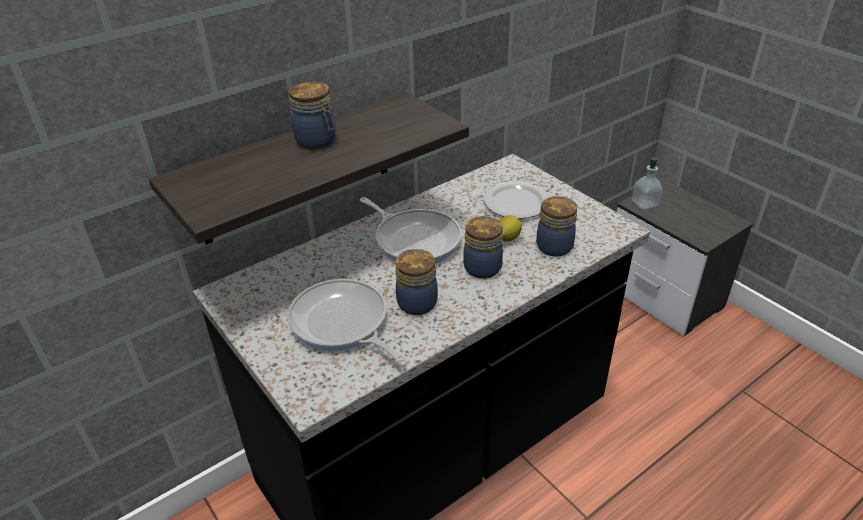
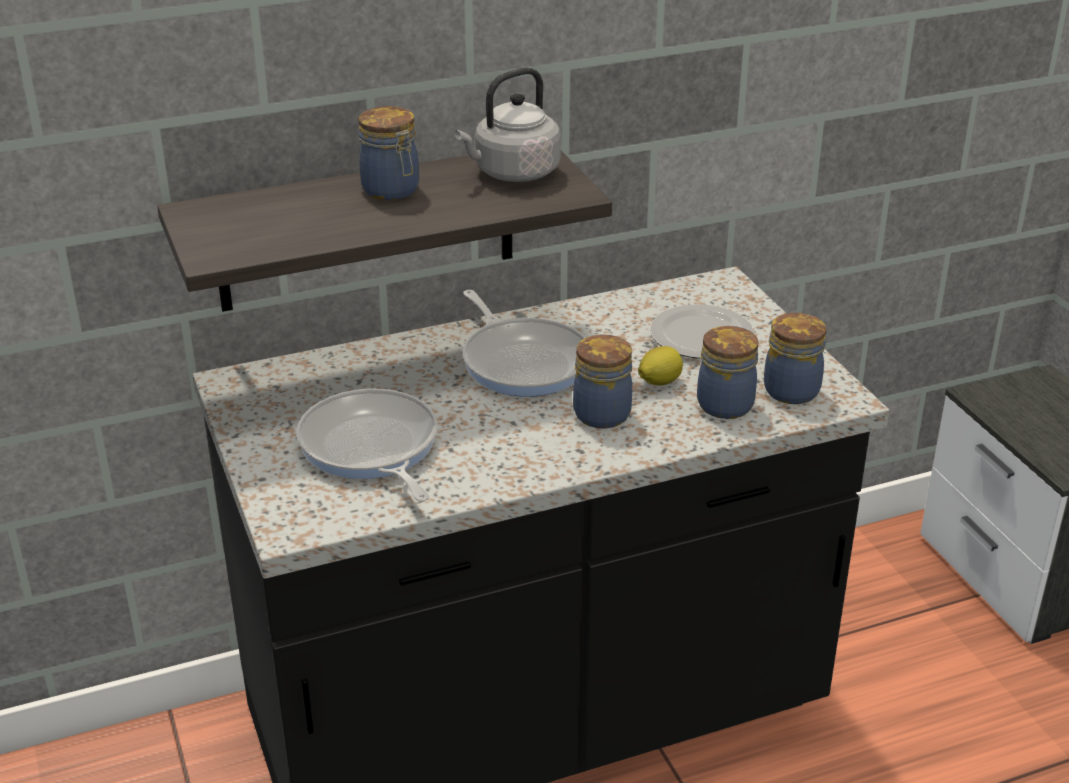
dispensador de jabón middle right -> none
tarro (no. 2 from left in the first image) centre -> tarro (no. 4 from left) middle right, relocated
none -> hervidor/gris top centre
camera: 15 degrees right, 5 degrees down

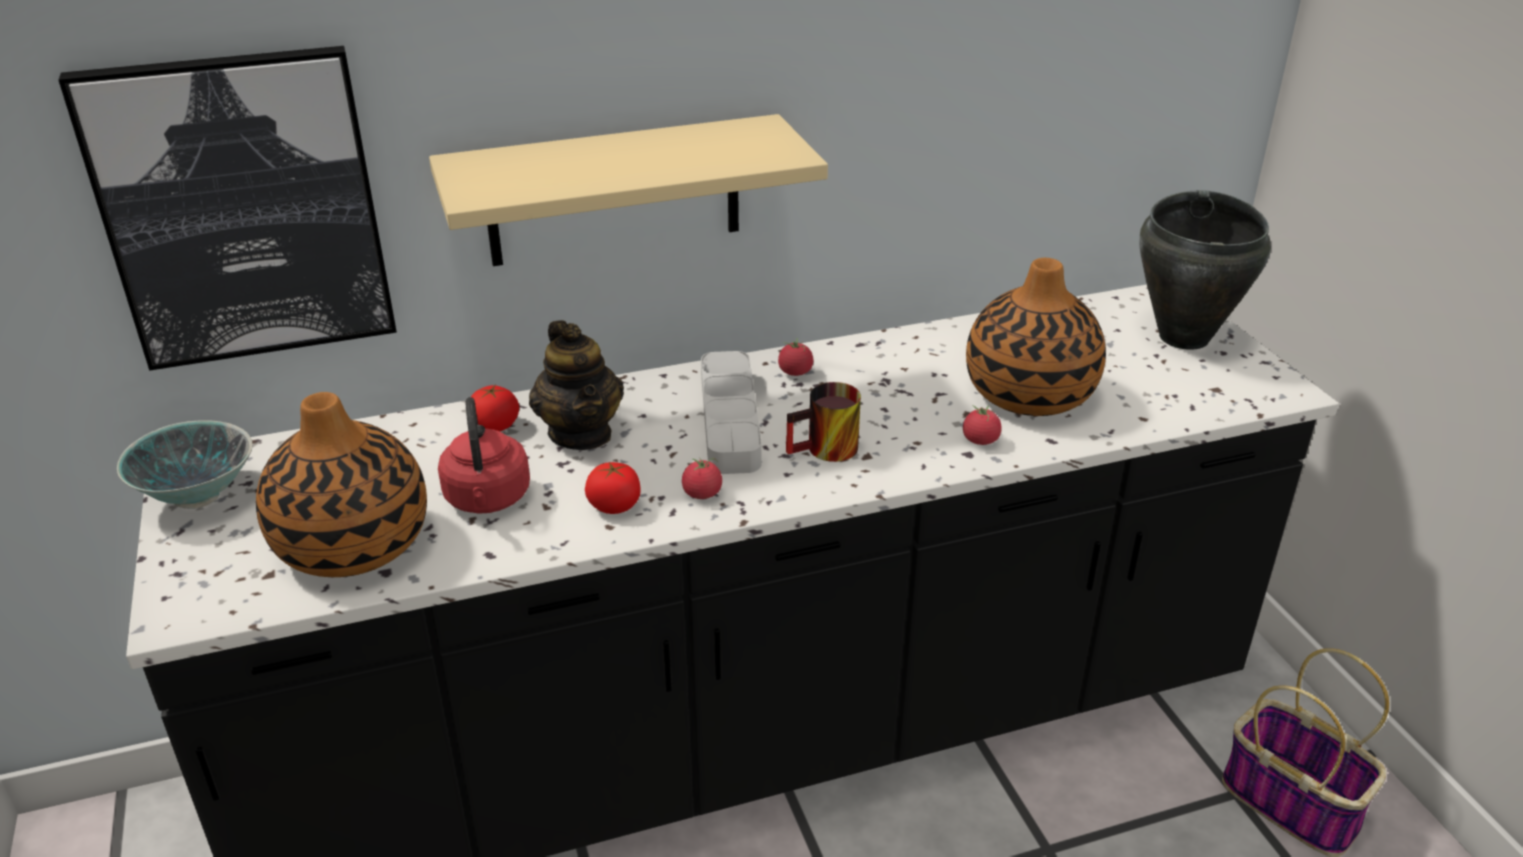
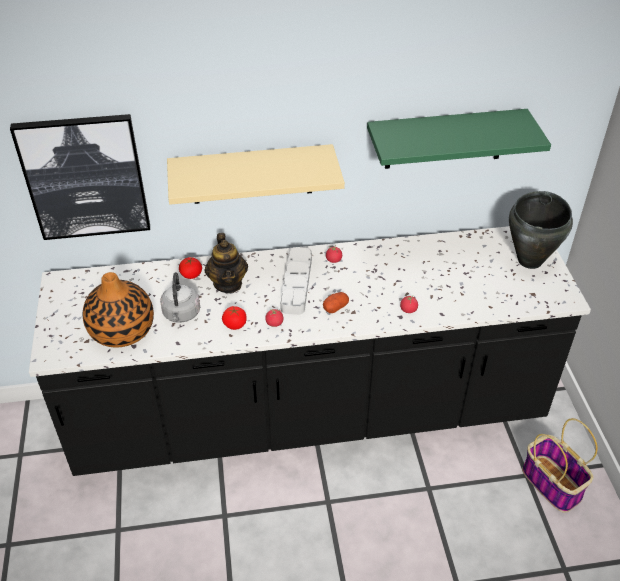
florero (no. 2 from left) middle right -> none
taza grande centre -> patata centre
hervidor/rojo middle left -> hervidor/gris middle left
cuenco middle left -> none
none -> estante/verde top right
camera: 10 degrees right, 10 degrees up

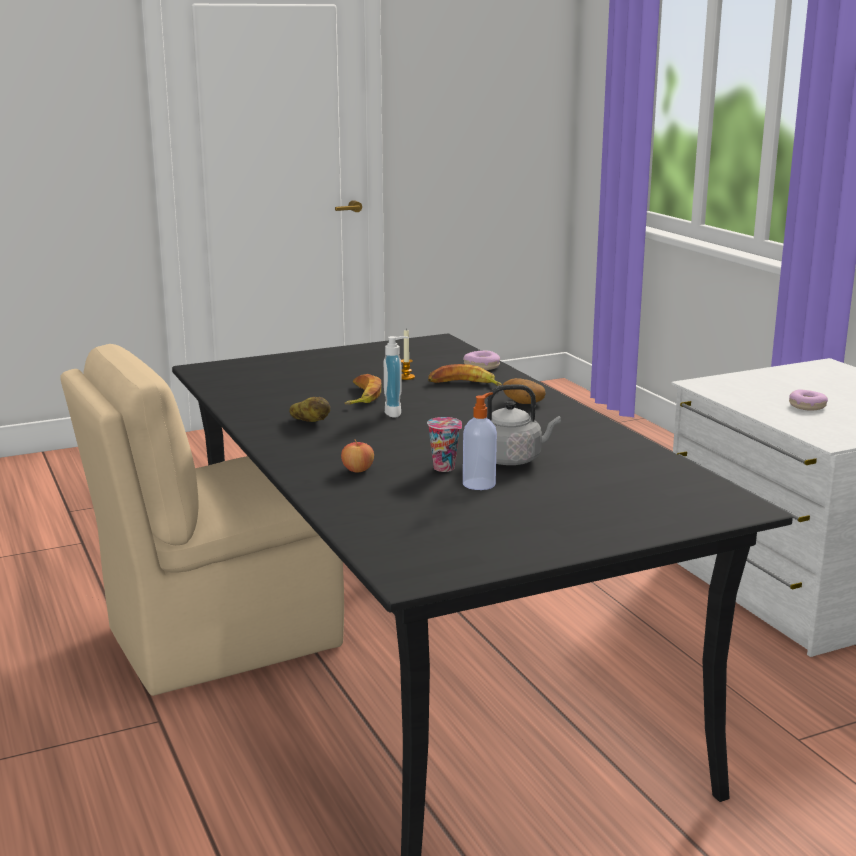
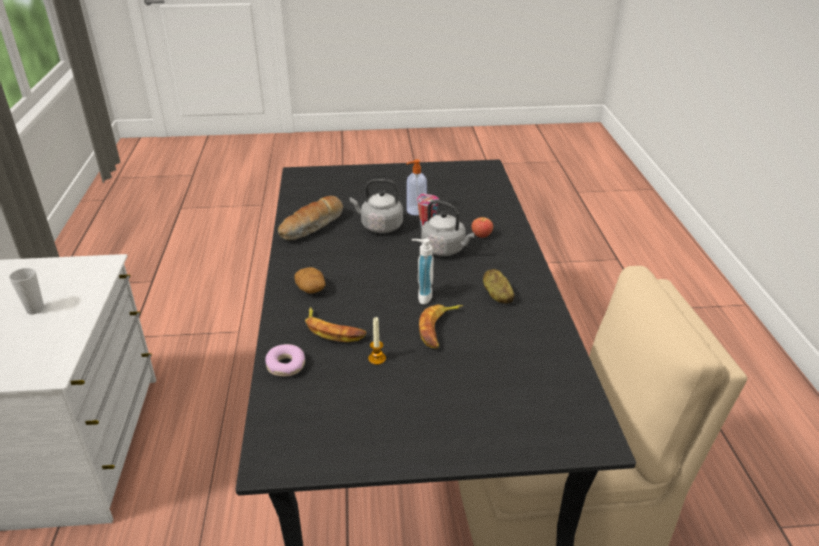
rosquilla (no. 2 from left) middle right -> taza (no. 1 from left) middle left
none -> pan centre
none -> hervidor/gris (no. 2 from left) centre
camera: 160 degrees left, 15 degrees up

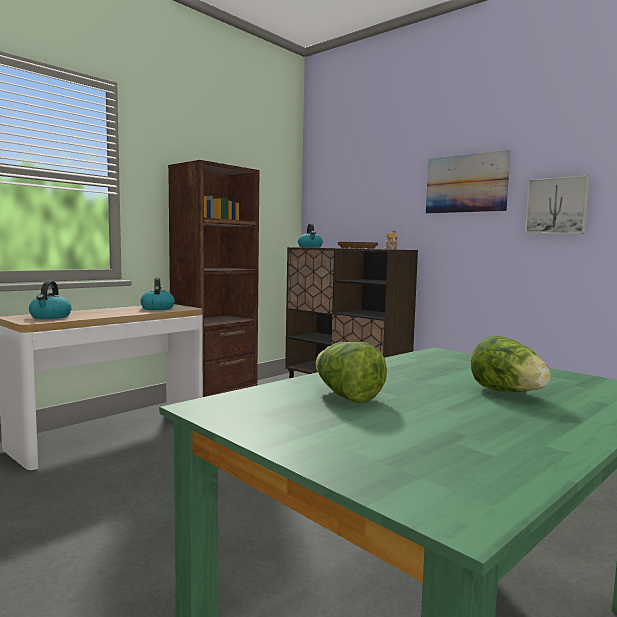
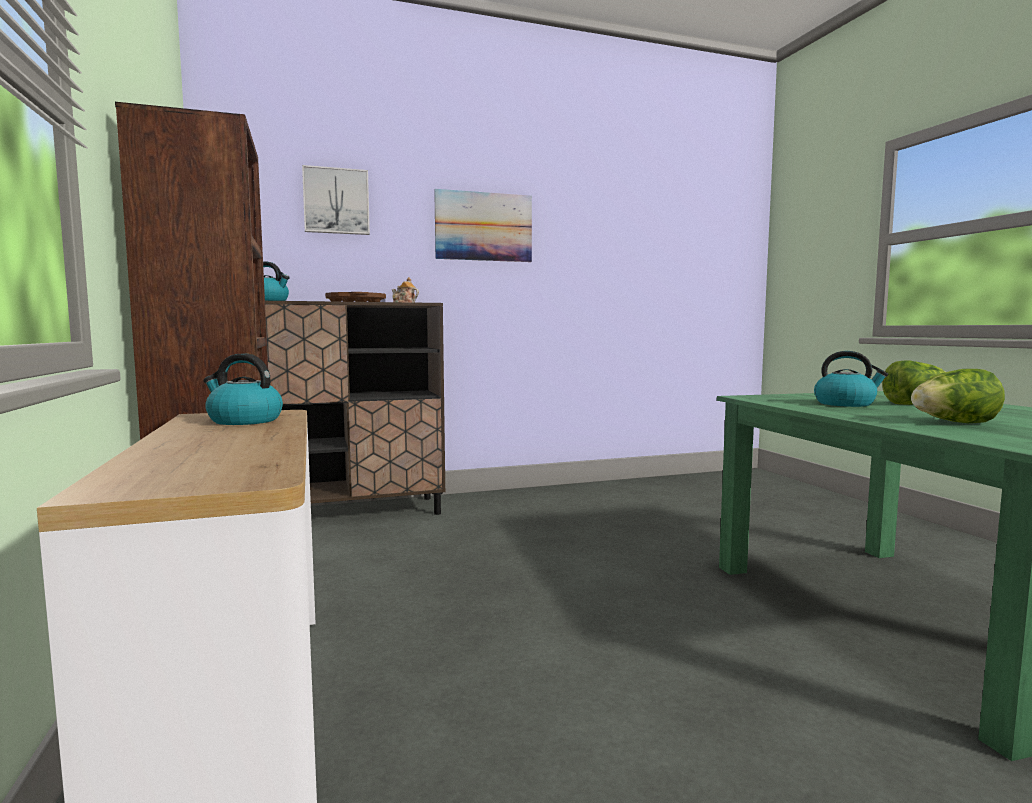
cuadro (no. 2 from left in the first image) top right -> cuadro (no. 1 from left) top left, relocated
hervidor (no. 1 from left in the first image) middle left -> hervidor (no. 3 from left) middle right, relocated
camera: 60 degrees left, 0 degrees up

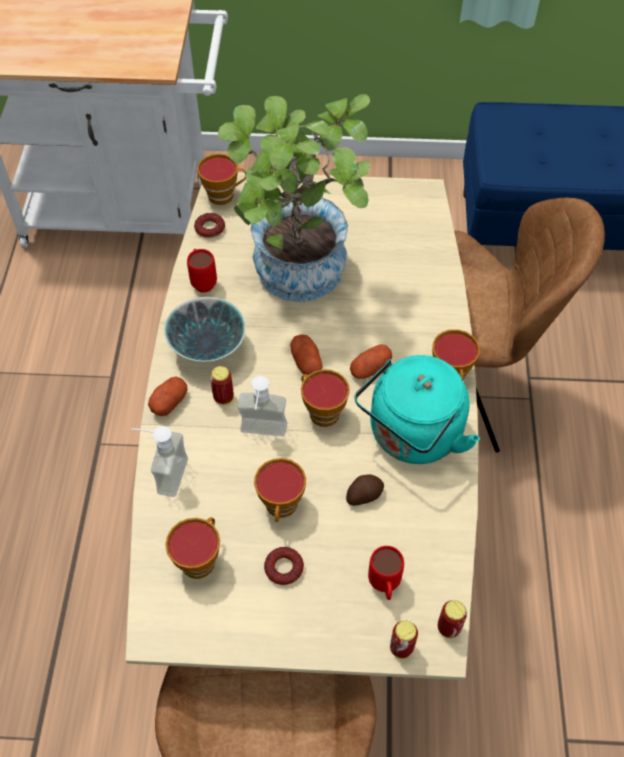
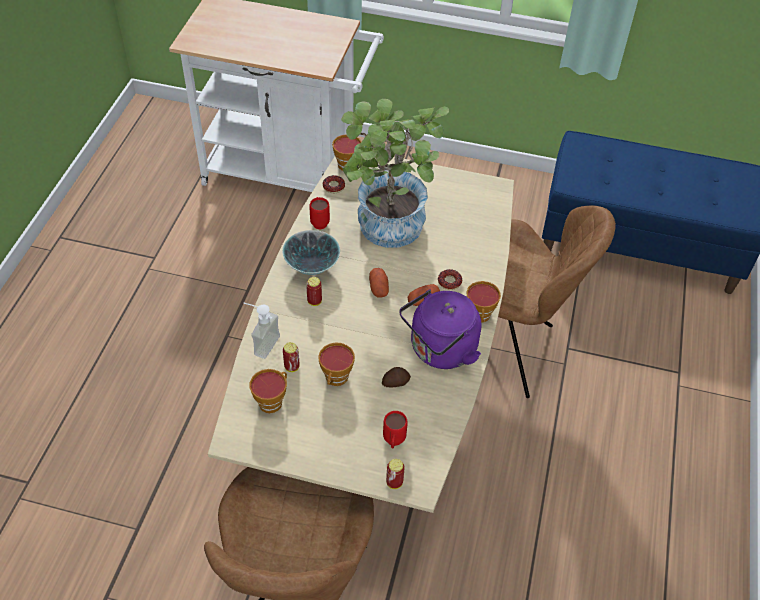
hervidor/turquesa middle right -> hervidor/morado centre
taza (no. 4 from left) centre -> none
dispensador de jabón (no. 2 from left) centre -> none
patata (no. 1 from left) middle left -> none
rosquilla (no. 2 from left) bottom centre -> rosquilla (no. 2 from left) centre, relocated
lata (no. 3 from left in the first image) bottom right -> lata (no. 1 from left) centre, relocated
camera: 10 degrees right, 5 degrees down

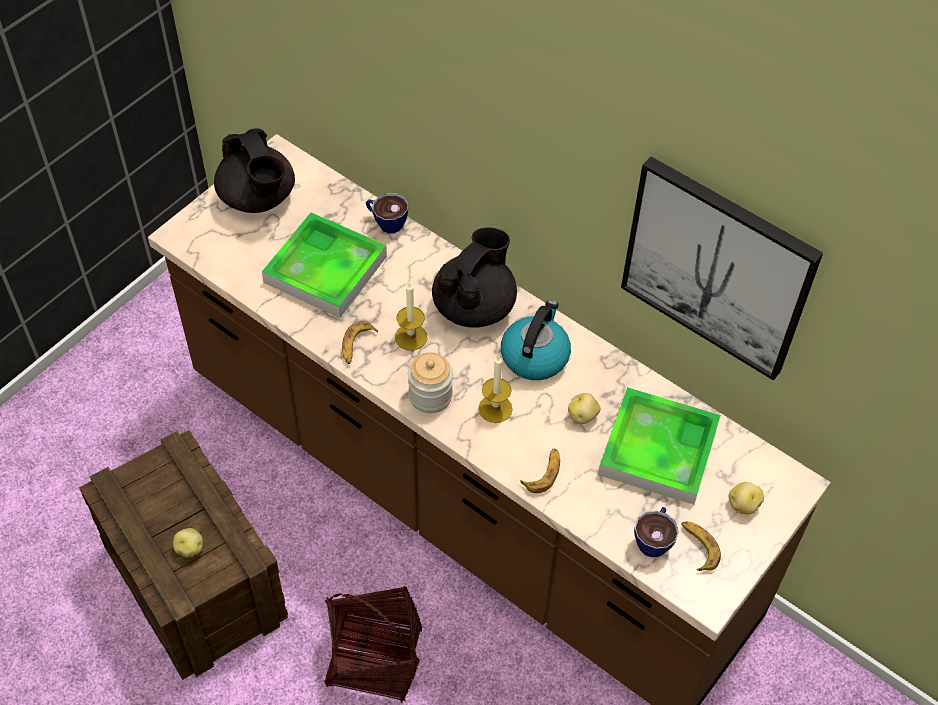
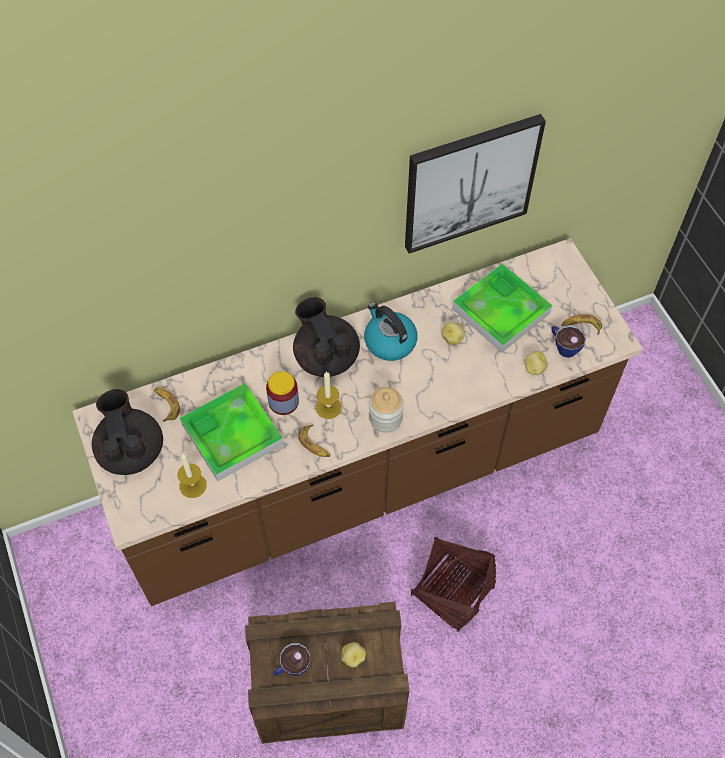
tetera/negro (no. 1 from left) top left -> tetera/negro (no. 1 from left) middle left, 105 degrees counterclockwise
taza (no. 1 from left) top centre -> taza (no. 1 from left) bottom centre, relocated
vela (no. 2 from left in the first image) centre -> vela (no. 1 from left) middle left, relocated
plátano (no. 2 from left in the first image) bottom centre -> plátano (no. 1 from left) middle left, relocated
patata (no. 3 from left) bottom right -> patata (no. 3 from left) middle right, relocated
none -> tarro (no. 1 from left) centre
camera: 60 degrees left, 5 degrees up

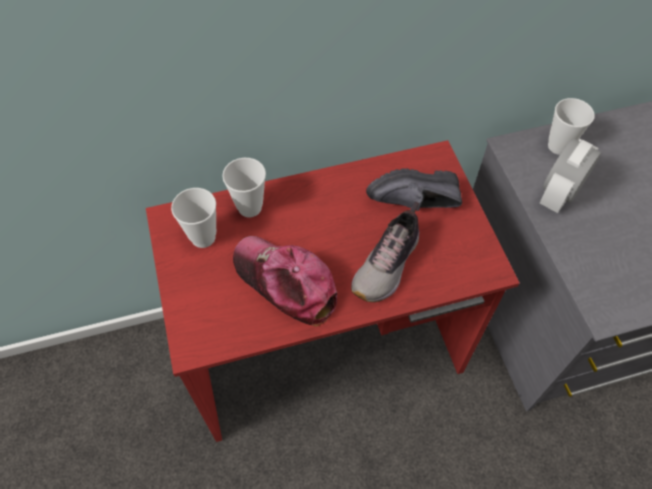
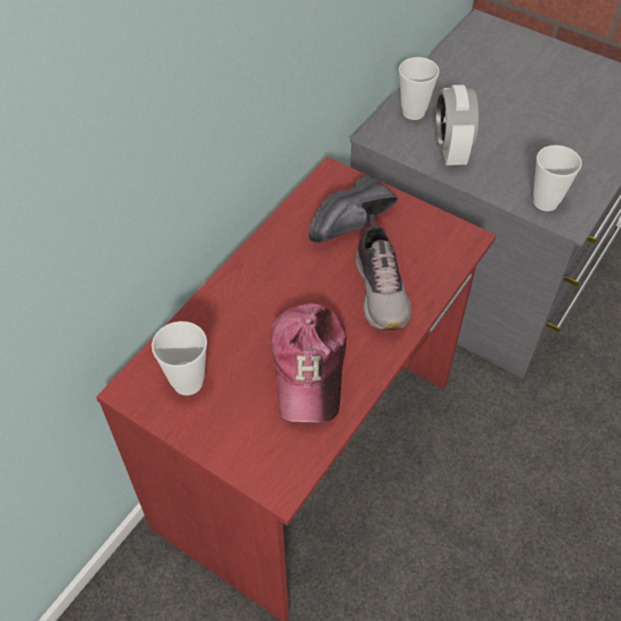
taza (no. 2 from left in the first image) centre -> taza (no. 3 from left) top right, relocated
gorra centre, 90 degrees counterclockwise
camera: 40 degrees left, 5 degrees down

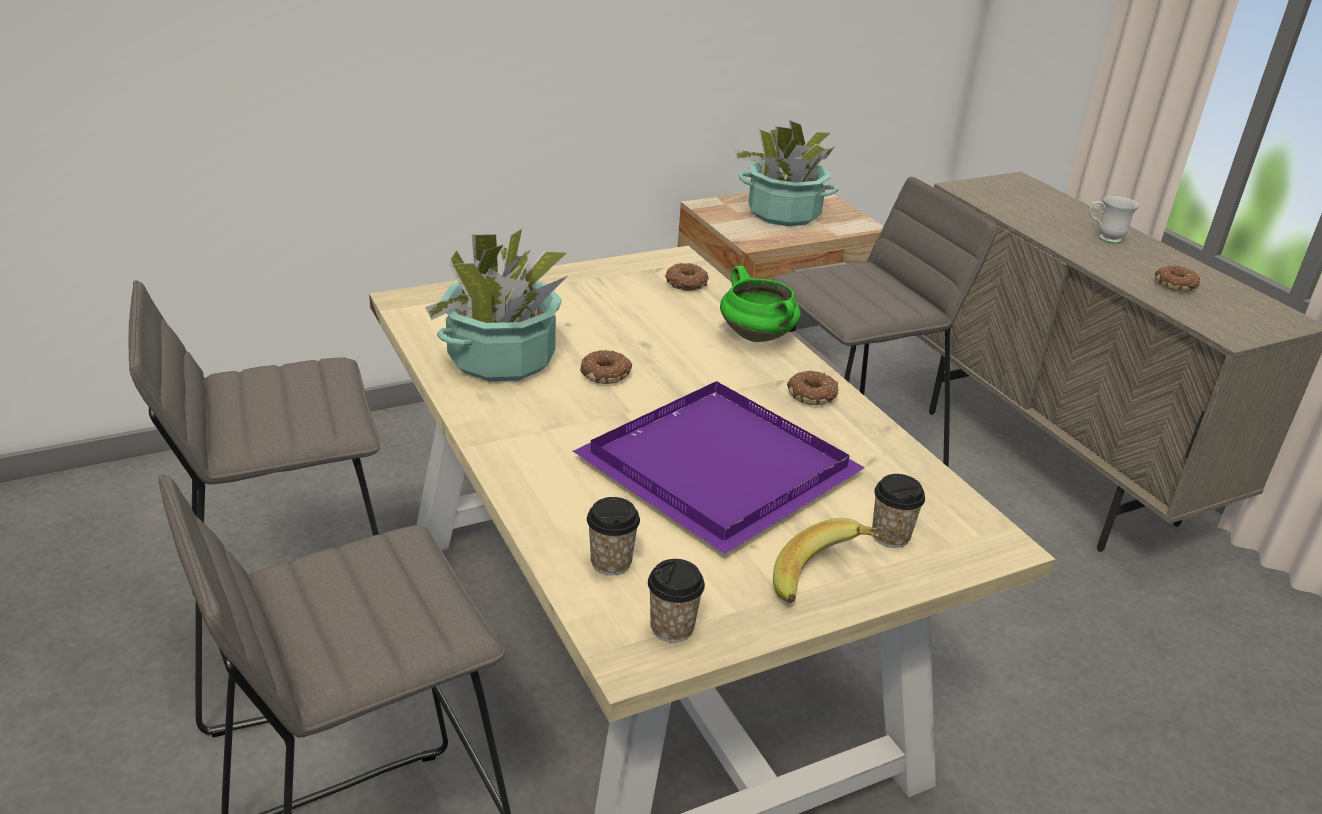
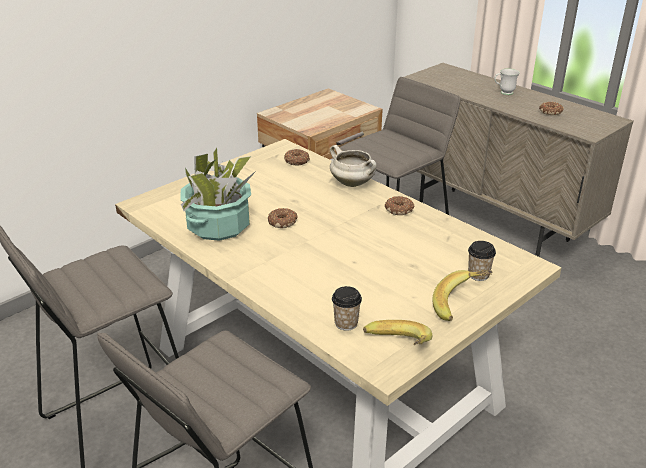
planta en maceta (no. 2 from left) top centre -> none
olla/verde centre -> olla/blanco centre
bandeja/morado centre -> none
taza (no. 2 from left) bottom centre -> plátano (no. 1 from left) bottom centre
camera: 15 degrees left, 0 degrees up

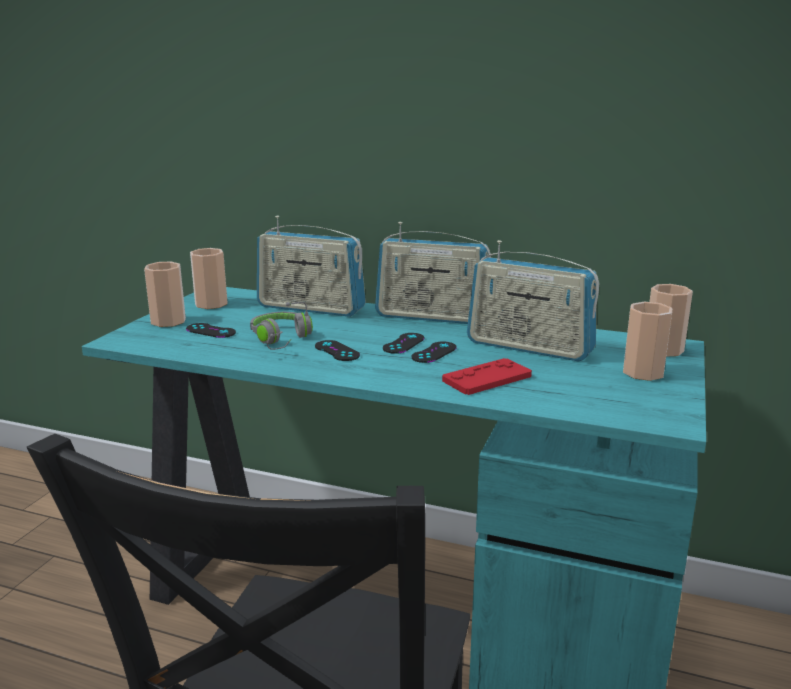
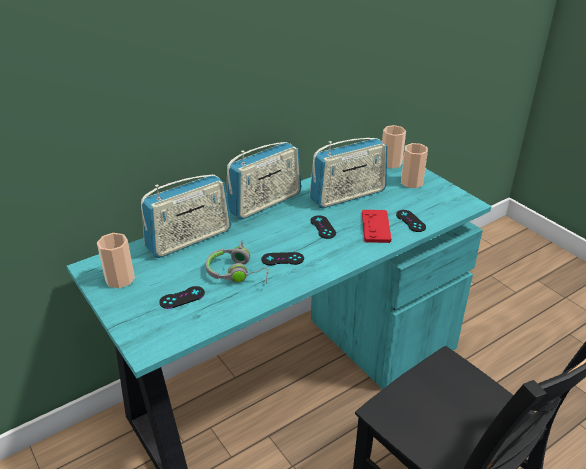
taza (no. 1 from left) middle left -> none
mando de consola/negro (no. 3 from left in the first image) centre -> mando de consola/negro (no. 4 from left) middle right, relocated
camera: 55 degrees left, 15 degrees up

